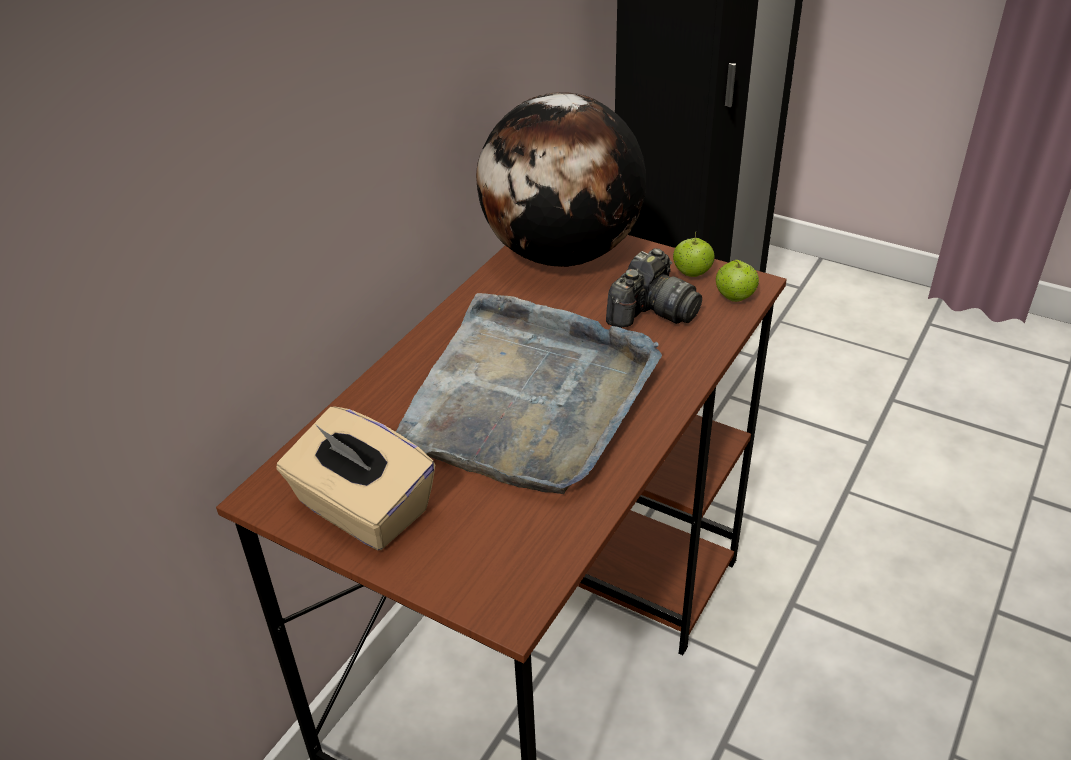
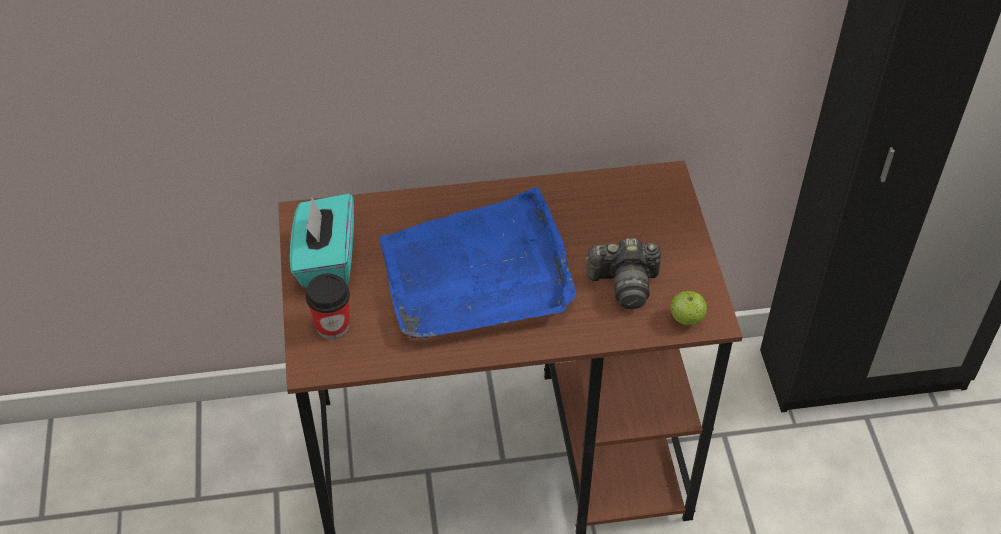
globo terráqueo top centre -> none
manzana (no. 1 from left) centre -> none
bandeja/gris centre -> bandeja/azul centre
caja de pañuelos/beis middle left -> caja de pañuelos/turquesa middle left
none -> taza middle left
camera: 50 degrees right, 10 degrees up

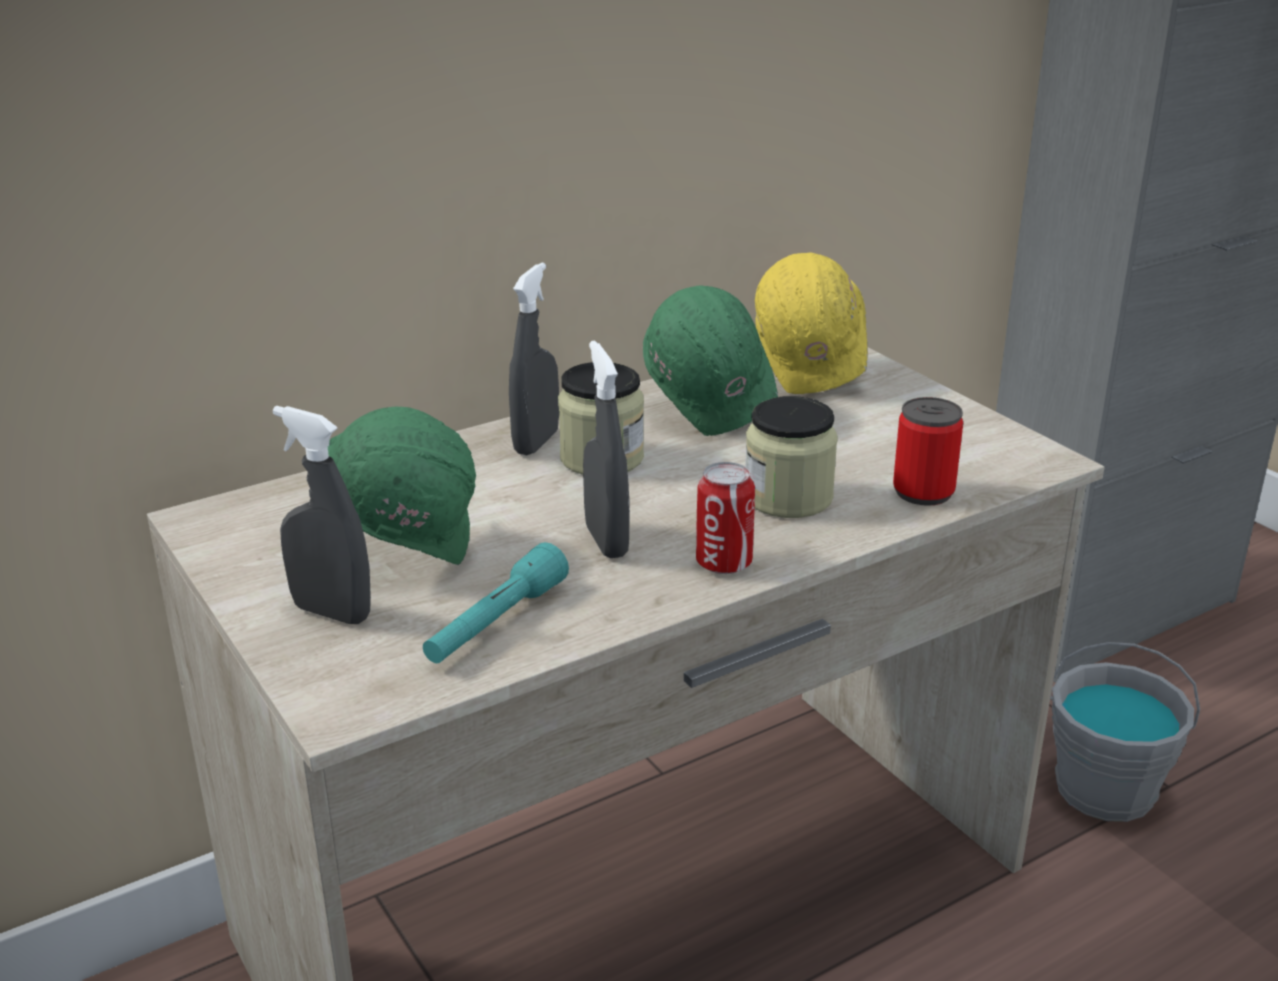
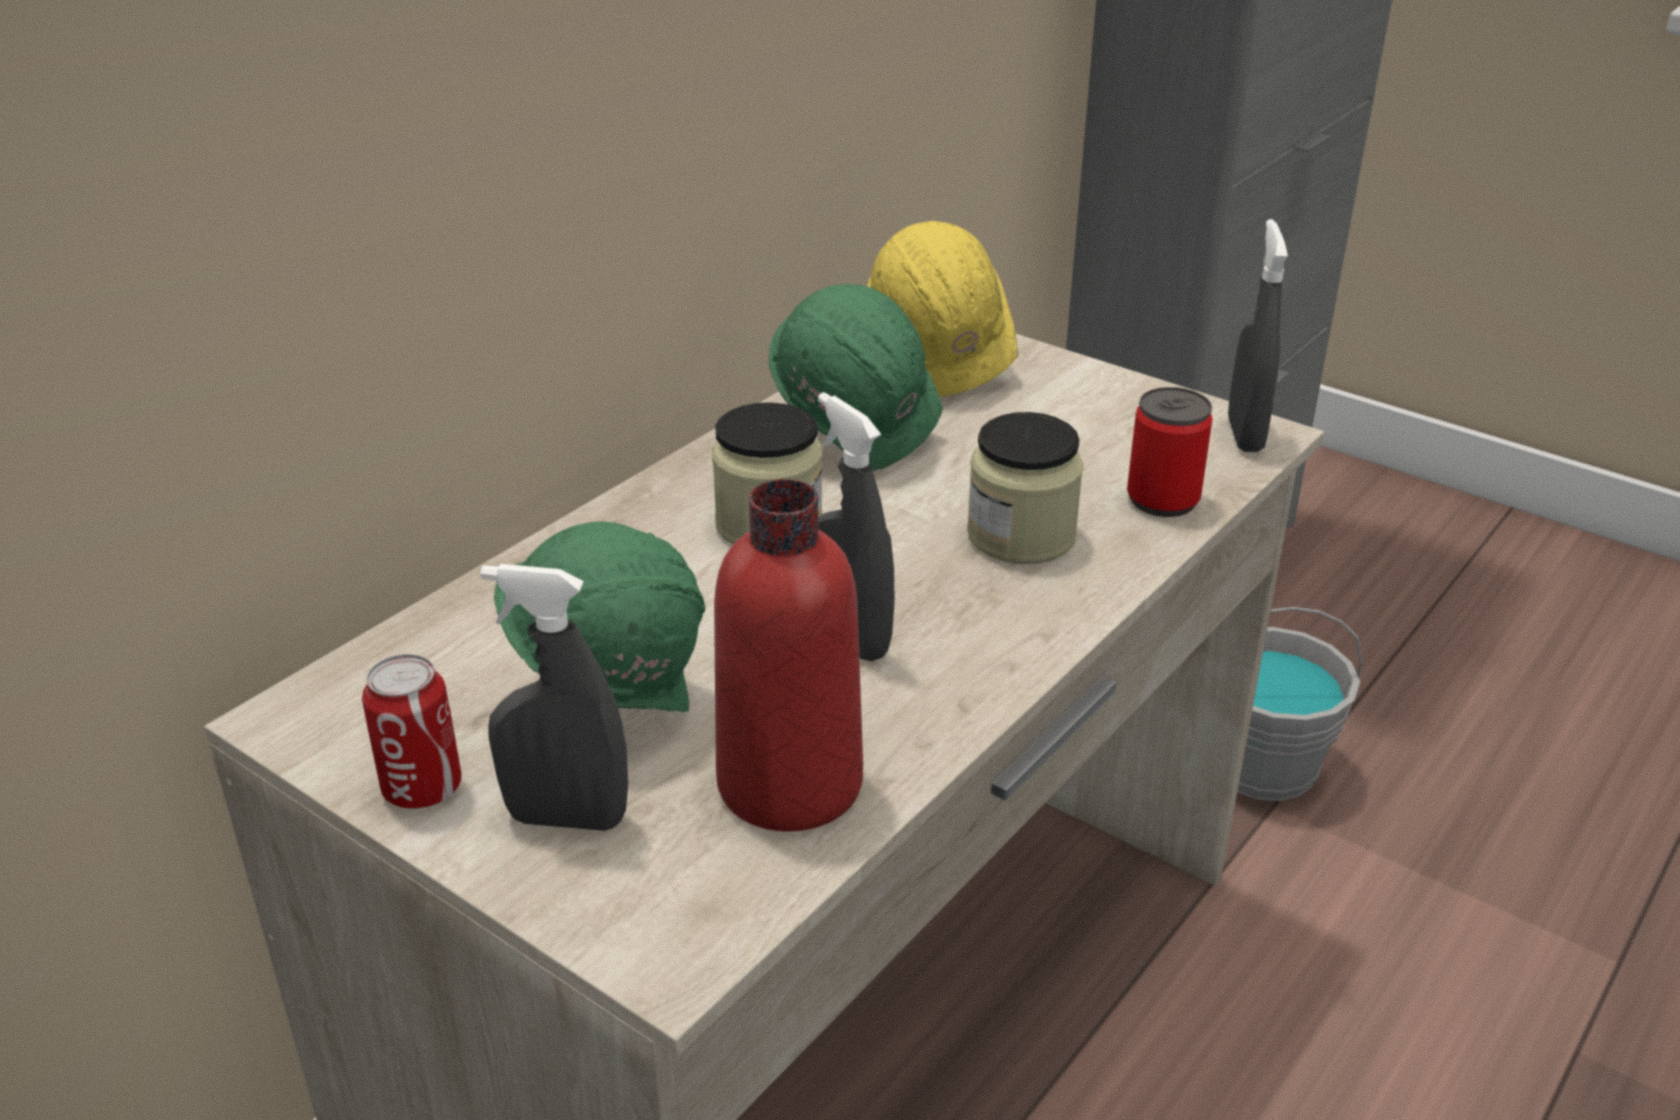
pulverizador/gris (no. 2 from left in the first image) centre -> pulverizador/gris (no. 3 from left) top right, relocated
lata (no. 1 from left) centre -> lata (no. 1 from left) middle left, relocated
linterna/turquesa centre -> botella/rojo centre
camera: 20 degrees left, 5 degrees up

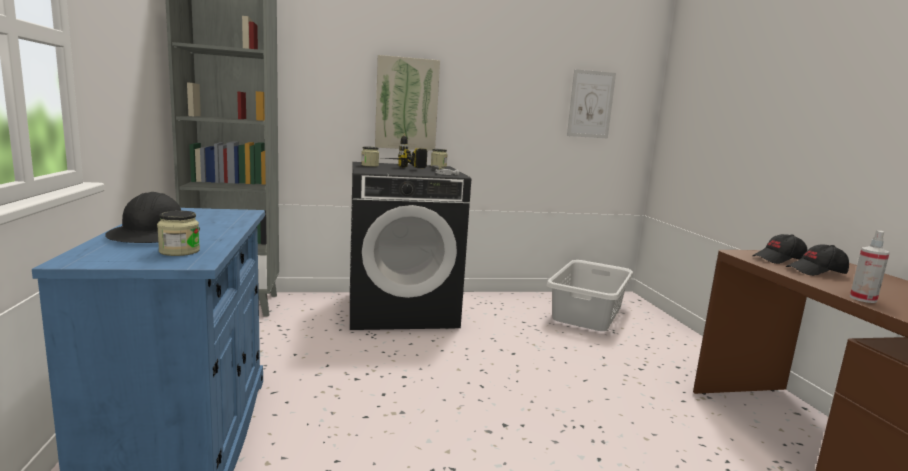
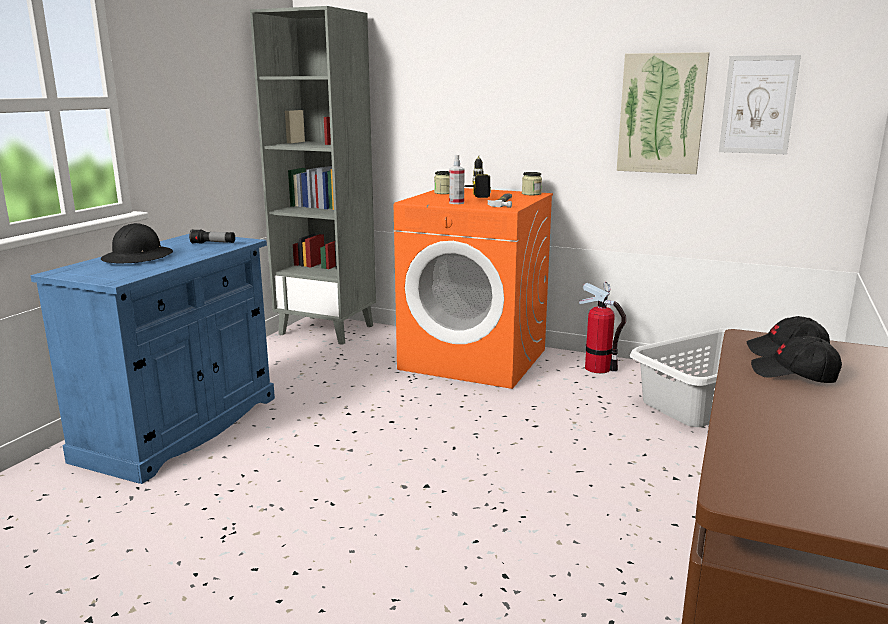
cuadro (no. 1 from left) top centre -> cuadro (no. 1 from left) top right, relocated
lavadora/negro centre -> lavadora/naranja centre
tarro (no. 1 from left) middle left -> none
pulverizador middle right -> pulverizador top centre, relocated
none -> linterna middle left
none -> extintor middle right
camera: 35 degrees right, 5 degrees up

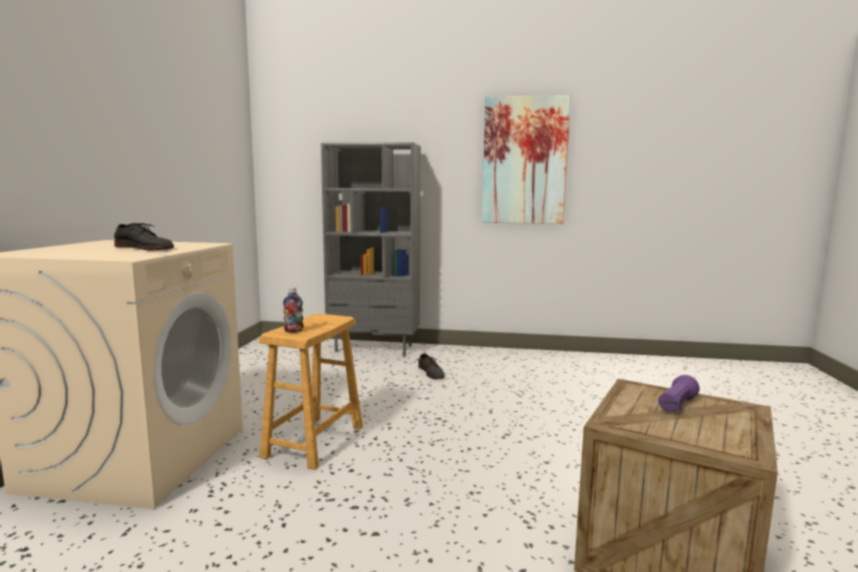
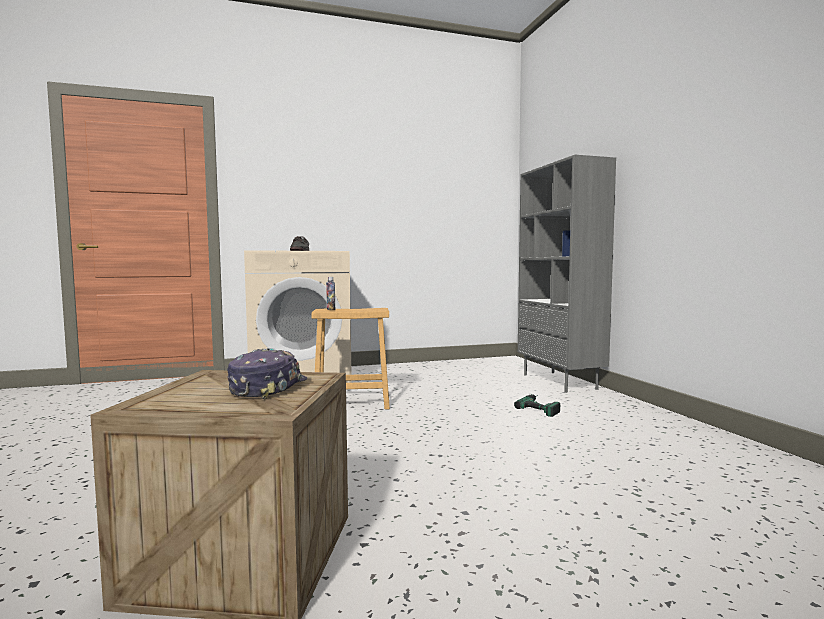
cuadro top centre -> none
zapato/gris (no. 2 from left) centre -> taladro centre
linterna/morado bottom right -> gorra middle left
camera: 65 degrees right, 5 degrees down

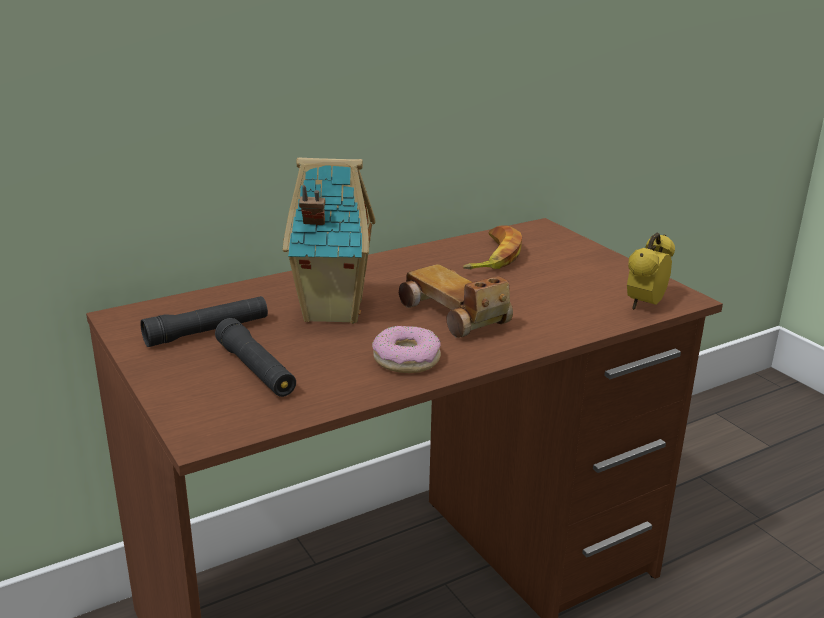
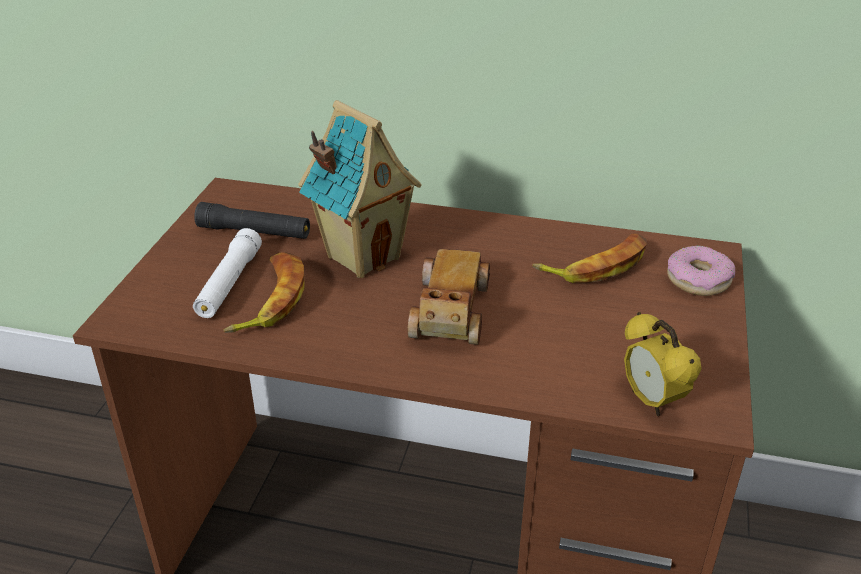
despertador middle right, 105 degrees counterclockwise
linterna/negro (no. 2 from left) middle left -> linterna/blanco middle left
rosquilla centre -> rosquilla middle right, relocated
none -> plátano (no. 1 from left) middle left
camera: 45 degrees right, 10 degrees up

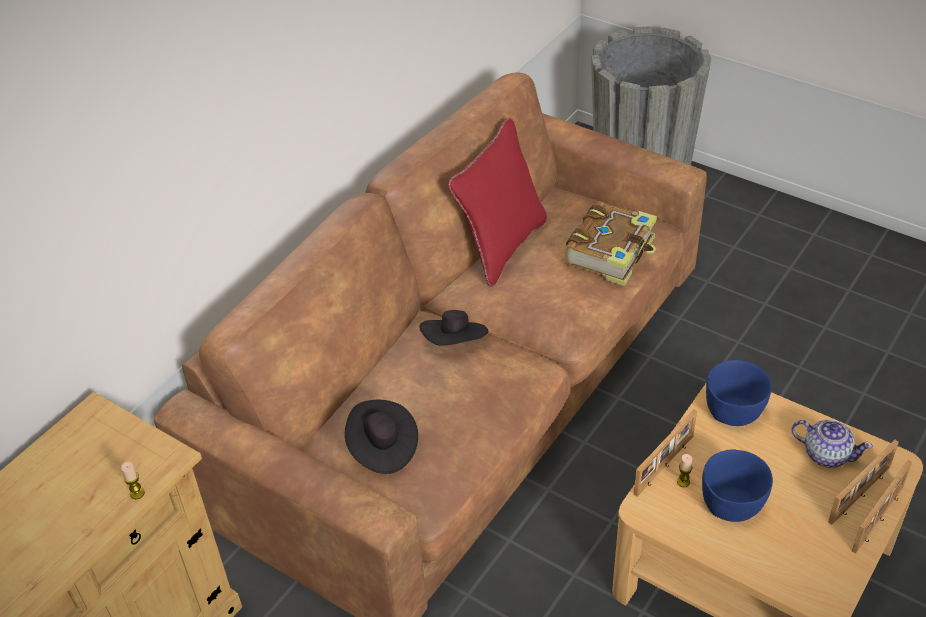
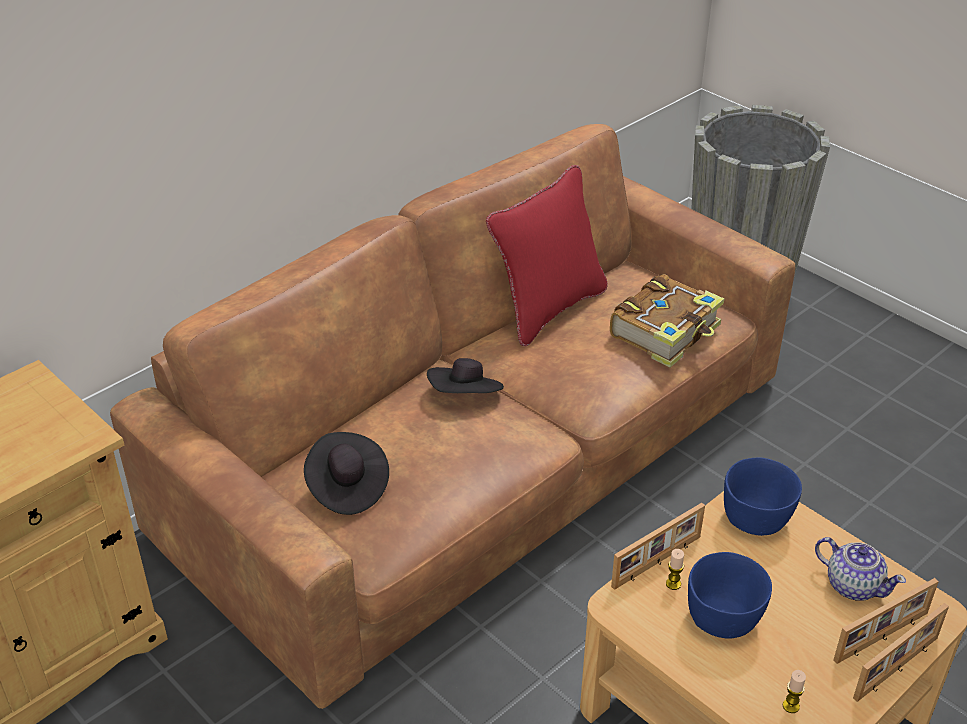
vela (no. 1 from left in the first image) bottom left -> vela (no. 2 from left) bottom right, relocated
camera: 10 degrees right, 5 degrees down

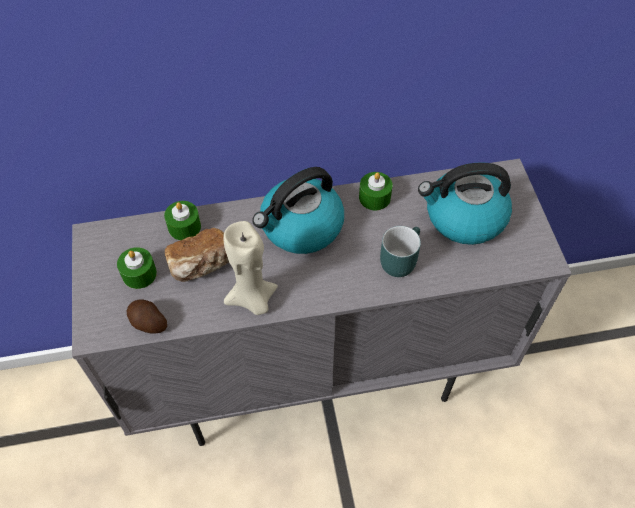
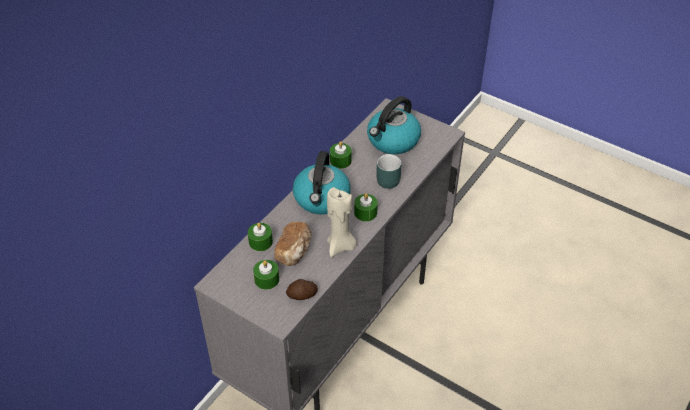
none -> vela/verde (no. 4 from left) centre
camera: 45 degrees left, 10 degrees down

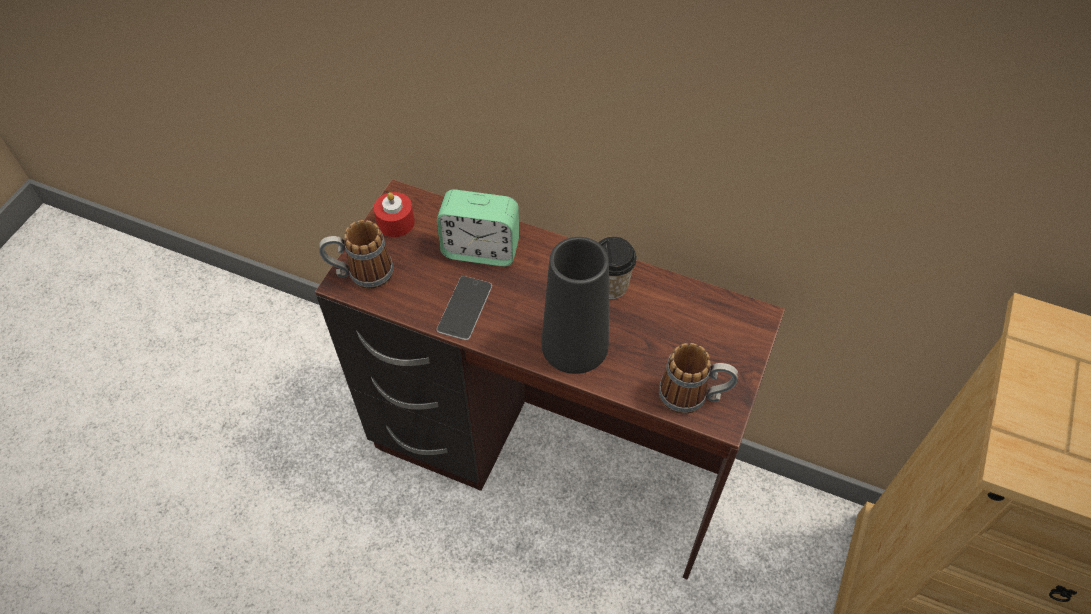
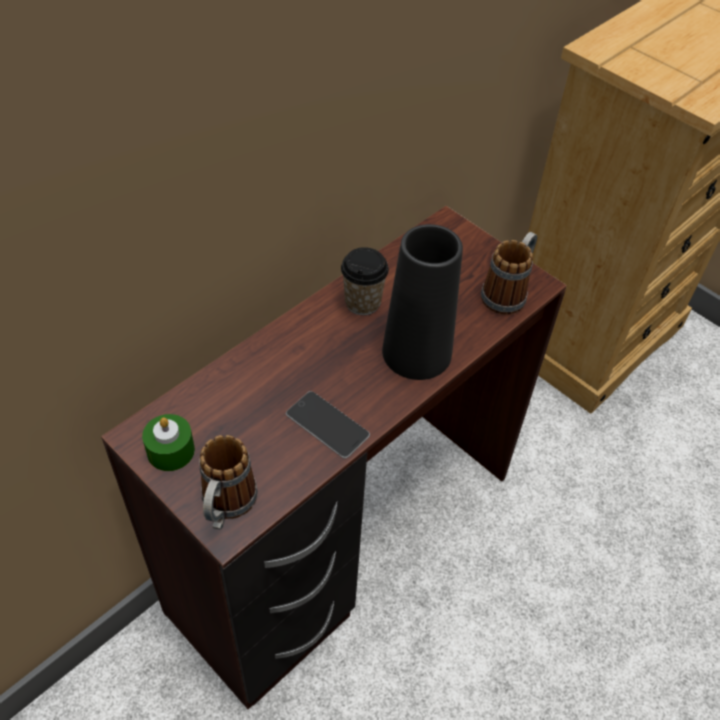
despertador centre -> none
vela/rojo centre -> vela/verde middle left
camera: 70 degrees left, 5 degrees down

